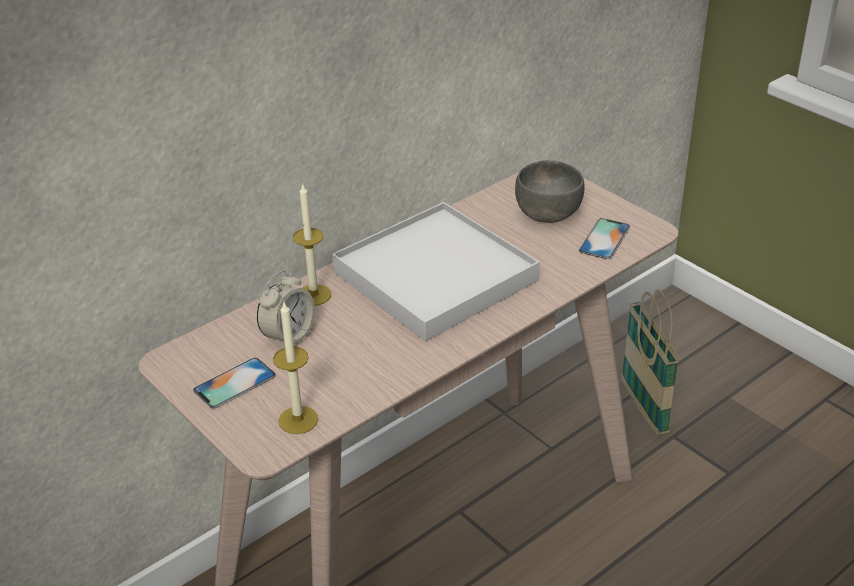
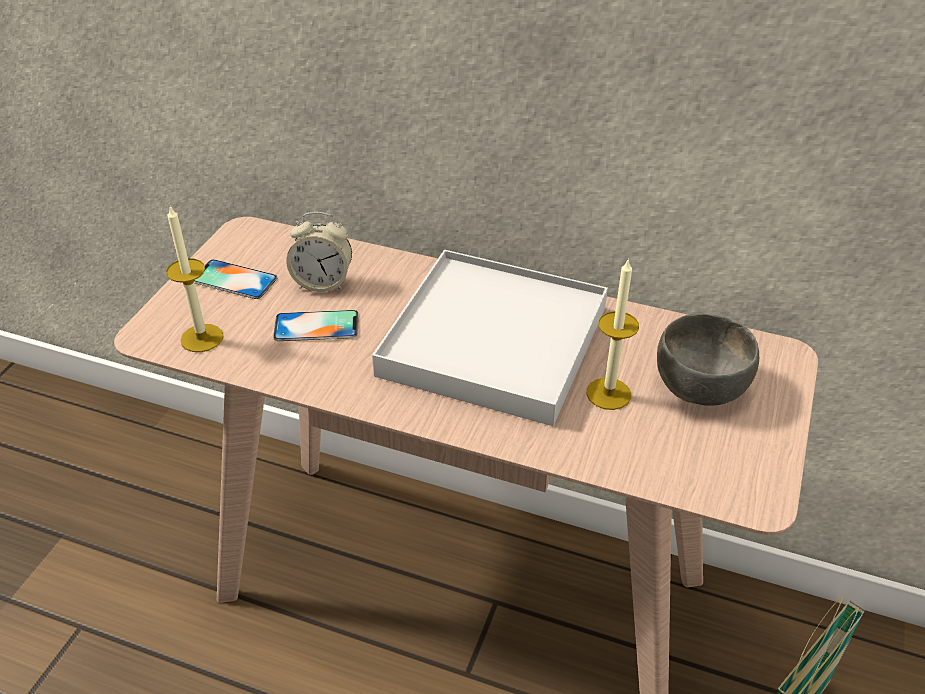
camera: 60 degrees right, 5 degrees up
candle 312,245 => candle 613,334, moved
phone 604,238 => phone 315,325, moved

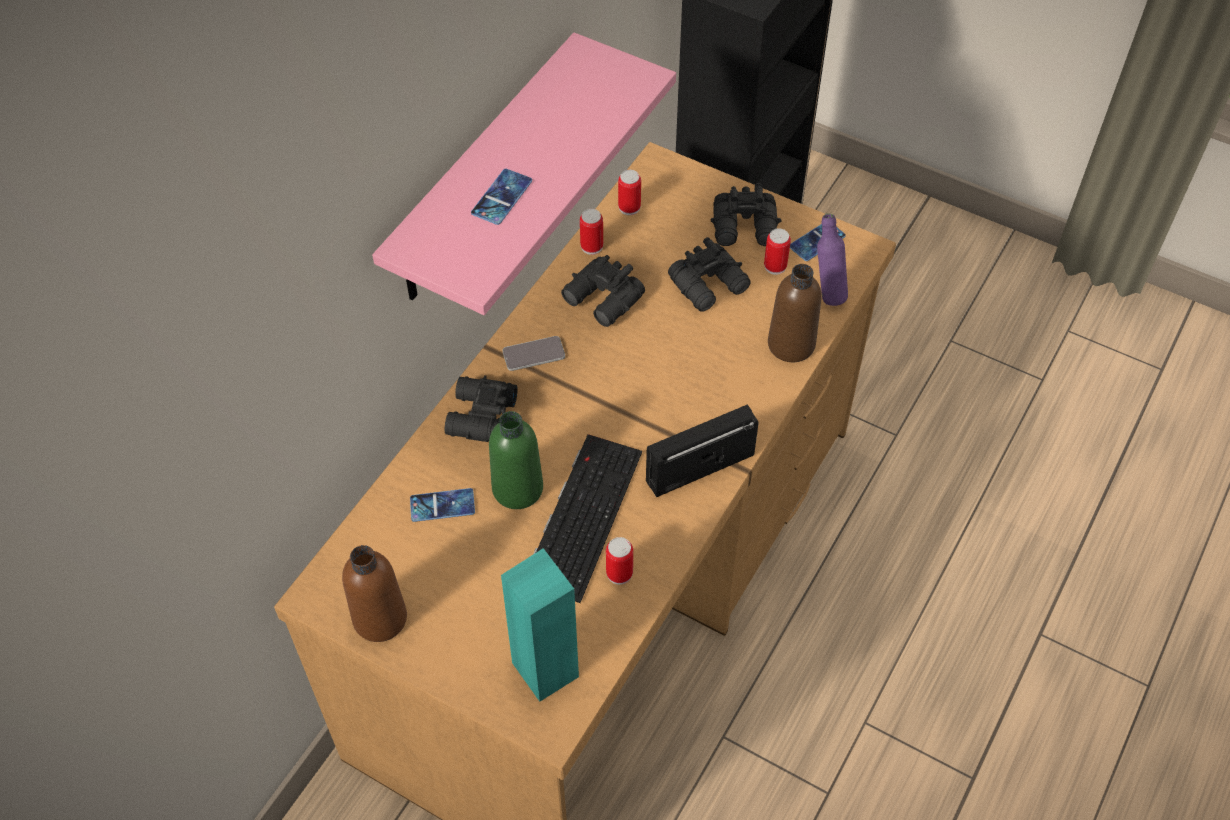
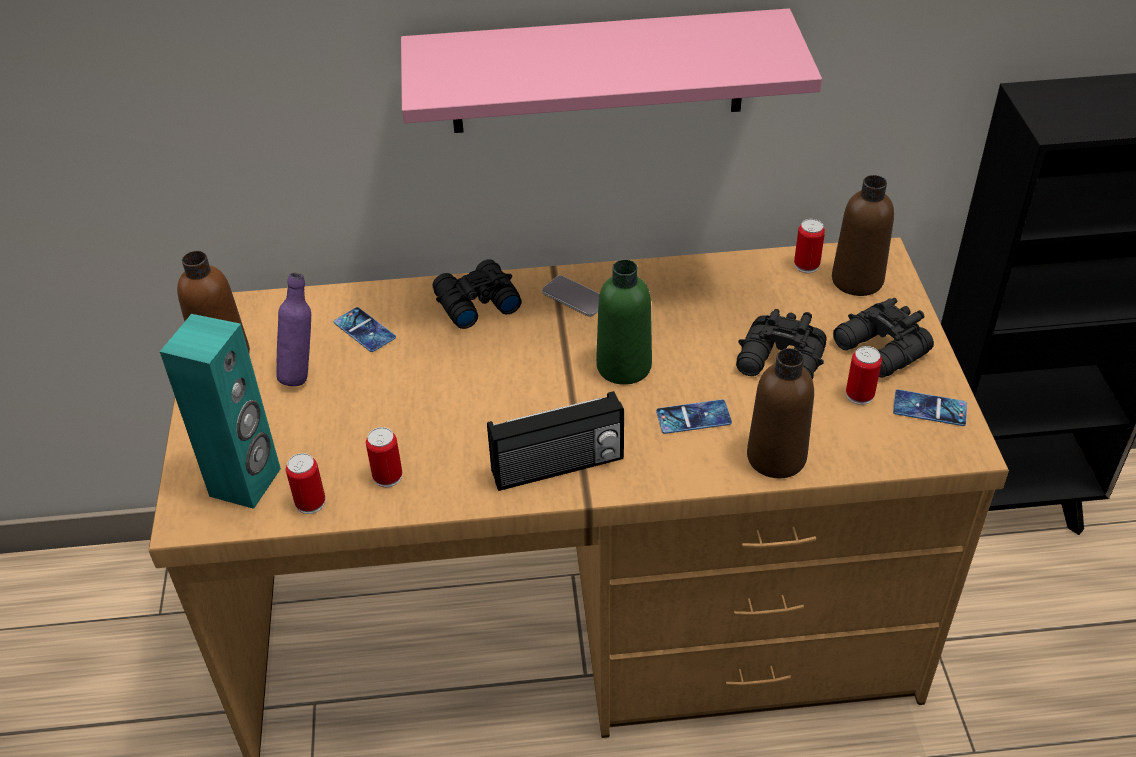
camera: 55 degrees right, 10 degrees down
phone 501,197 => phone 694,416, moved
can 591,232 => can 305,483, moved
purple bottle 832,259 => purple bottle 293,329, moved
black binoculars 603,291 => nothing
radio 702,450 => radio 555,441, 135 degrees clockwise
green bottle 516,460 => green bottle 624,322, moved
keyboard 587,518 => nothing
nothing => brown bottle 863,235

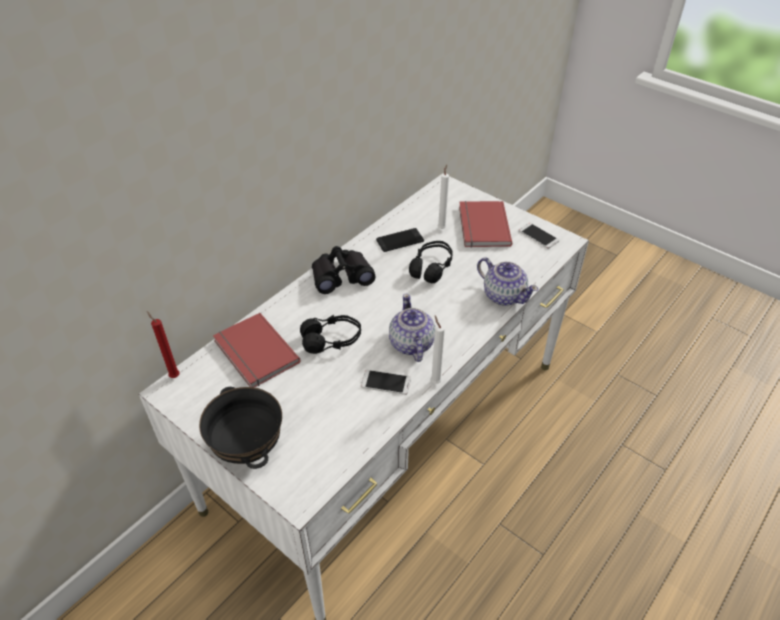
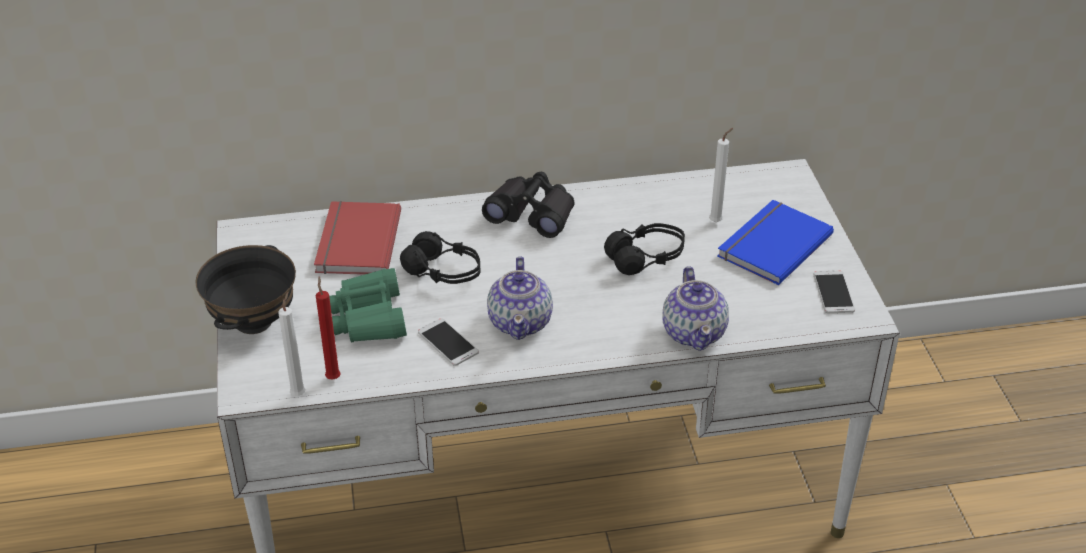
camera: 40 degrees right, 5 degrees down
red book 485,224 => blue book 775,242
phone 400,240 => nothing
teapot 412,328 => teapot 520,298, 150 degrees clockwise
red candle 163,344 => red candle 328,327, moved
white candle 438,349 => white candle 291,344, moved
nothing => green binoculars 368,305

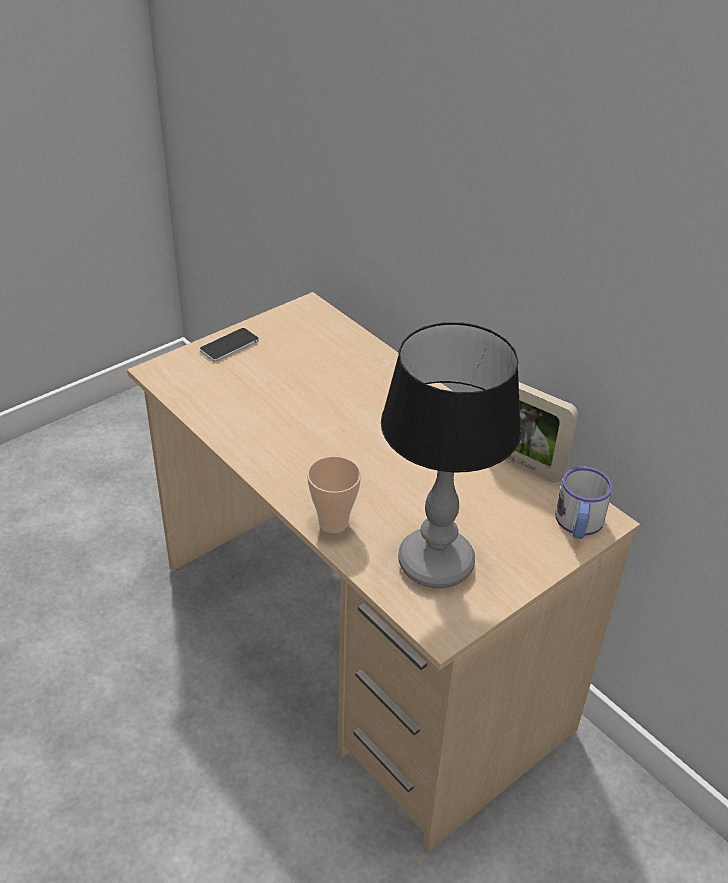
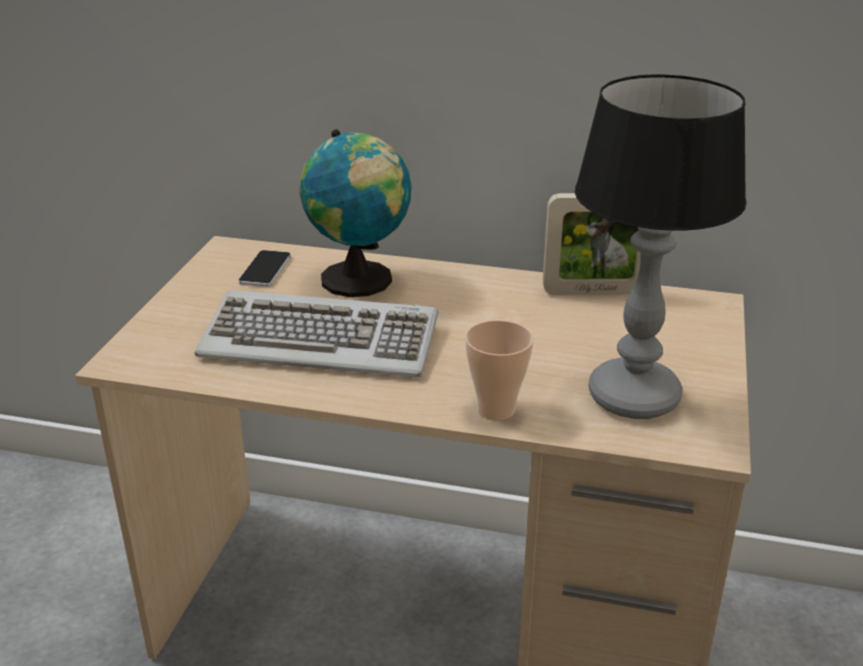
camera: 35 degrees left, 10 degrees down
phone 229,345 => phone 265,268, moved
mug 584,502 => nothing
nothing => globe 356,213
nothing => keyboard 316,333

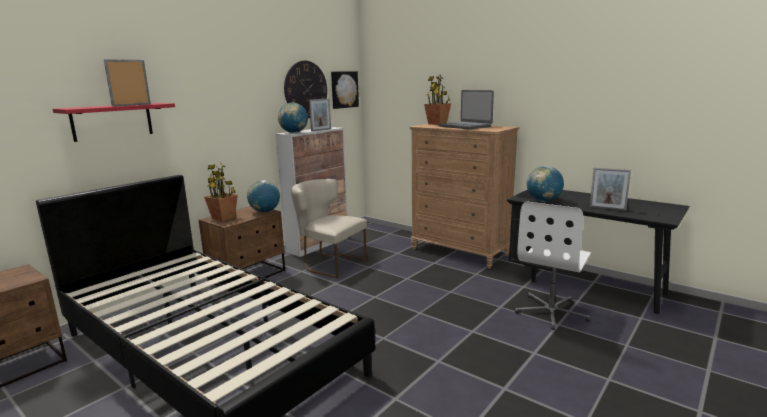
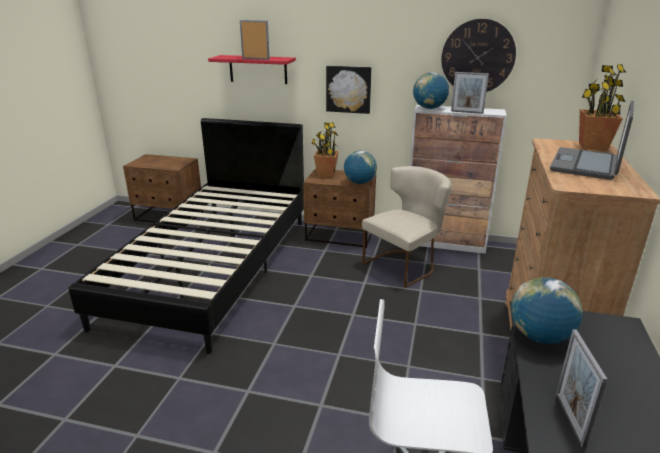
camera: 65 degrees right, 10 degrees up
picture 345,90 => picture 349,90, moved
beige chair 329,228 => beige chair 407,227, 45 degrees clockwise

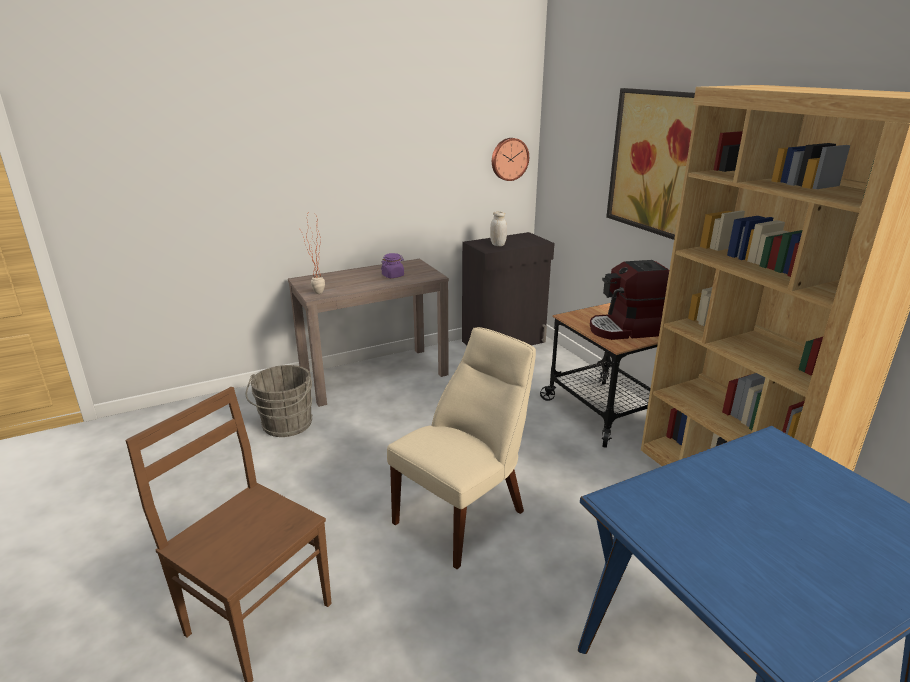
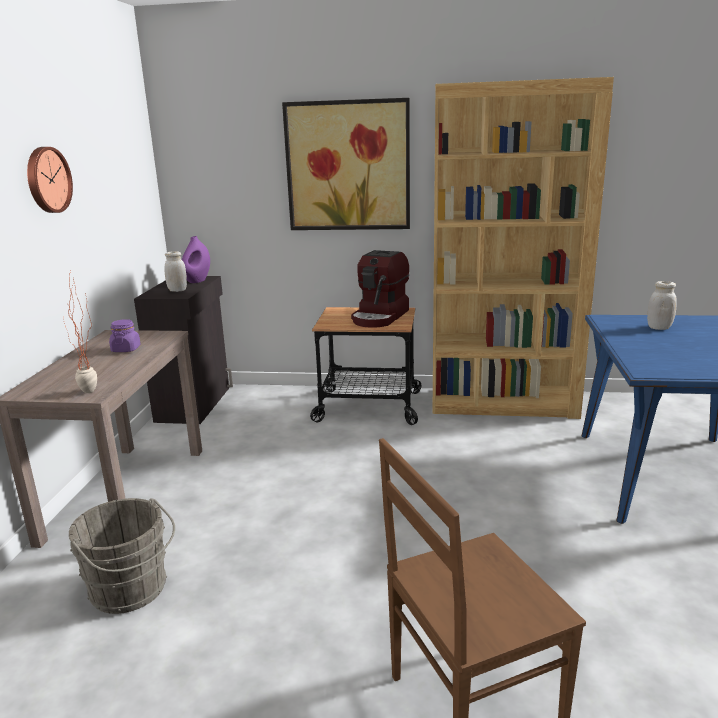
camera: 55 degrees left, 5 degrees down
wall clock 510,159 => wall clock 50,180, moved
beige chair 461,448 => nothing
nothing => purple vase 196,259
nothing => white jar 662,305

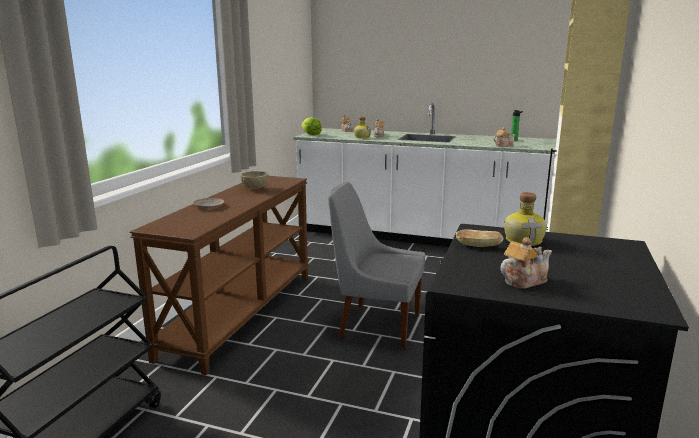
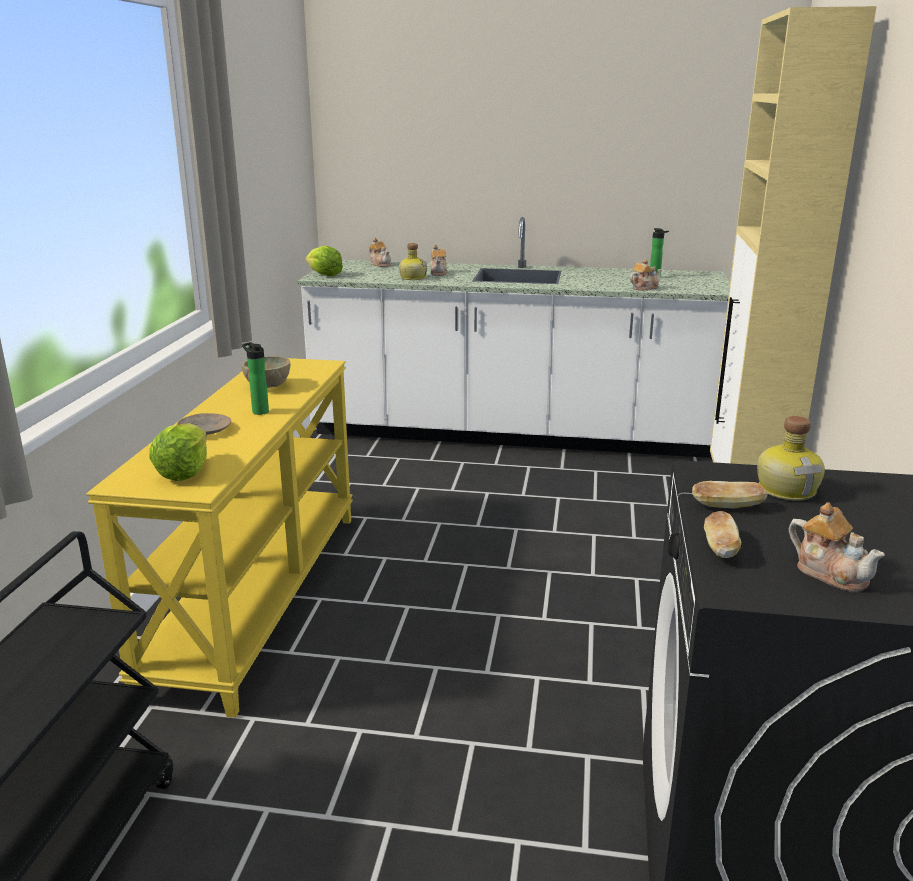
camera: 10 degrees left, 5 degrees up
brown console table 219,275 => yellow console table 219,538
grey chair 376,265 => nothing
teapot 526,263 => teapot 837,547, 90 degrees clockwise
nothing => bottle 255,378
nothing => lettuce 178,452
nothing => bread 722,534

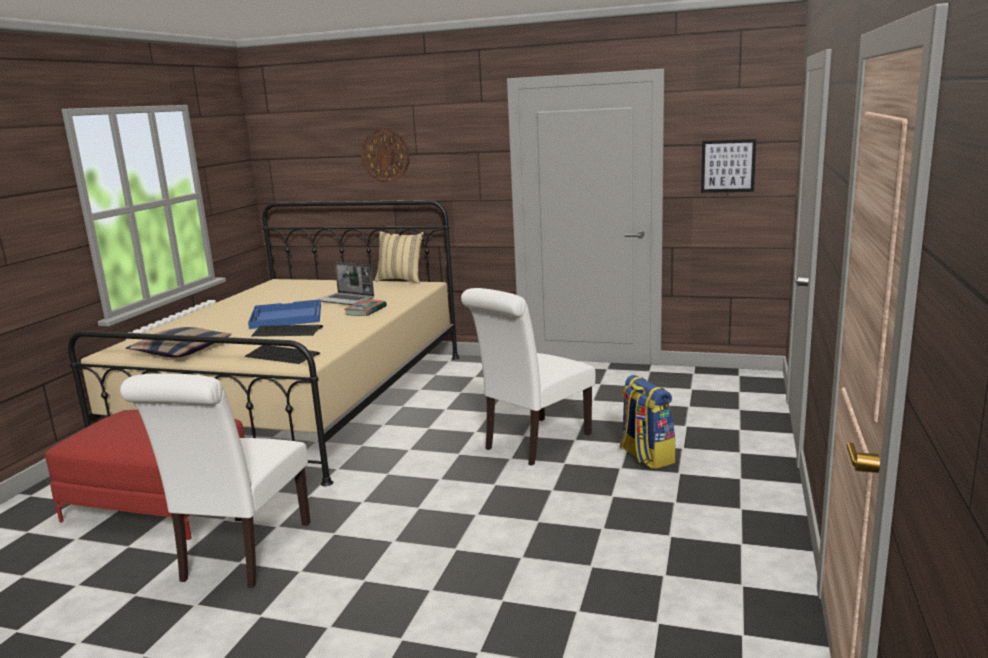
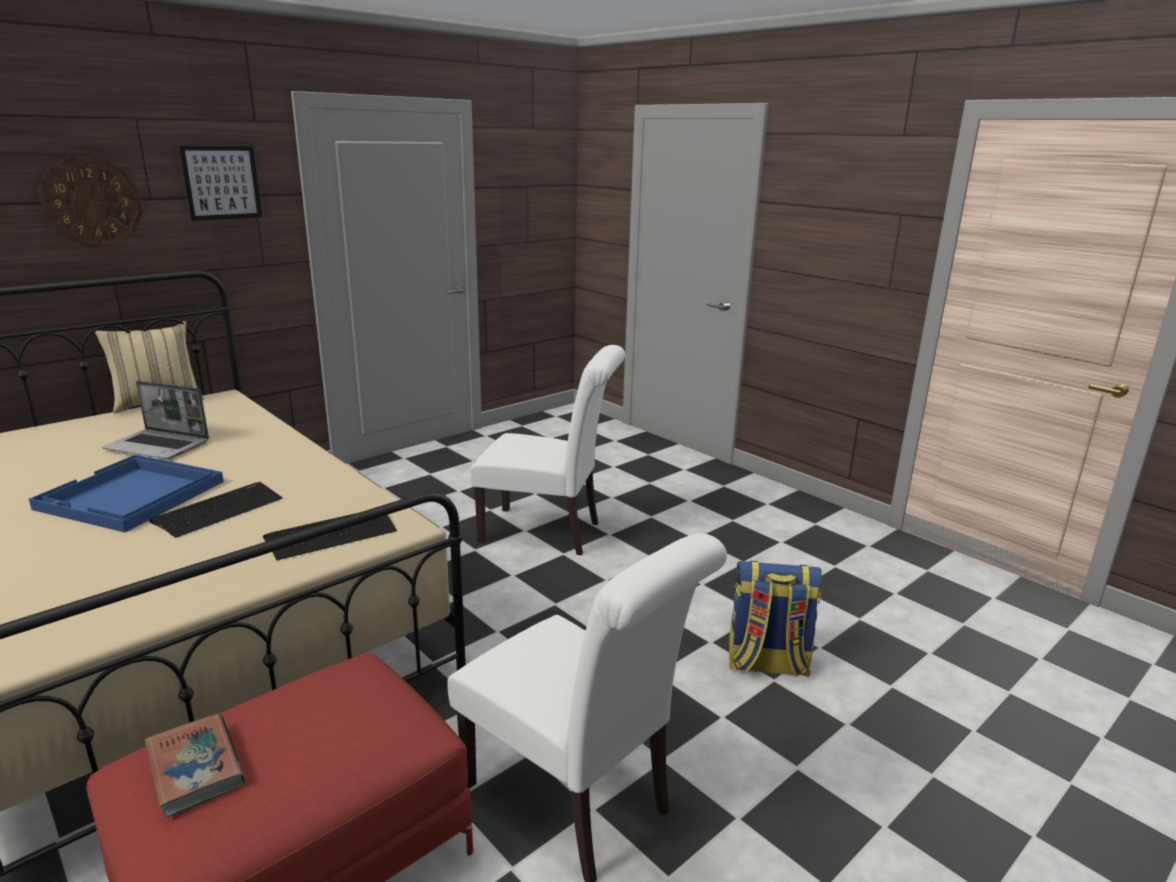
camera: 60 degrees left, 5 degrees up
picture 728,166 => picture 220,183, moved
laptop 345,283 => laptop 155,420, 45 degrees clockwise
white chair 528,377 => white chair 547,450, 60 degrees counterclockwise
book 365,307 => book 195,766, moved
pillow 179,342 => nothing
backpack 648,422 => backpack 775,619, moved

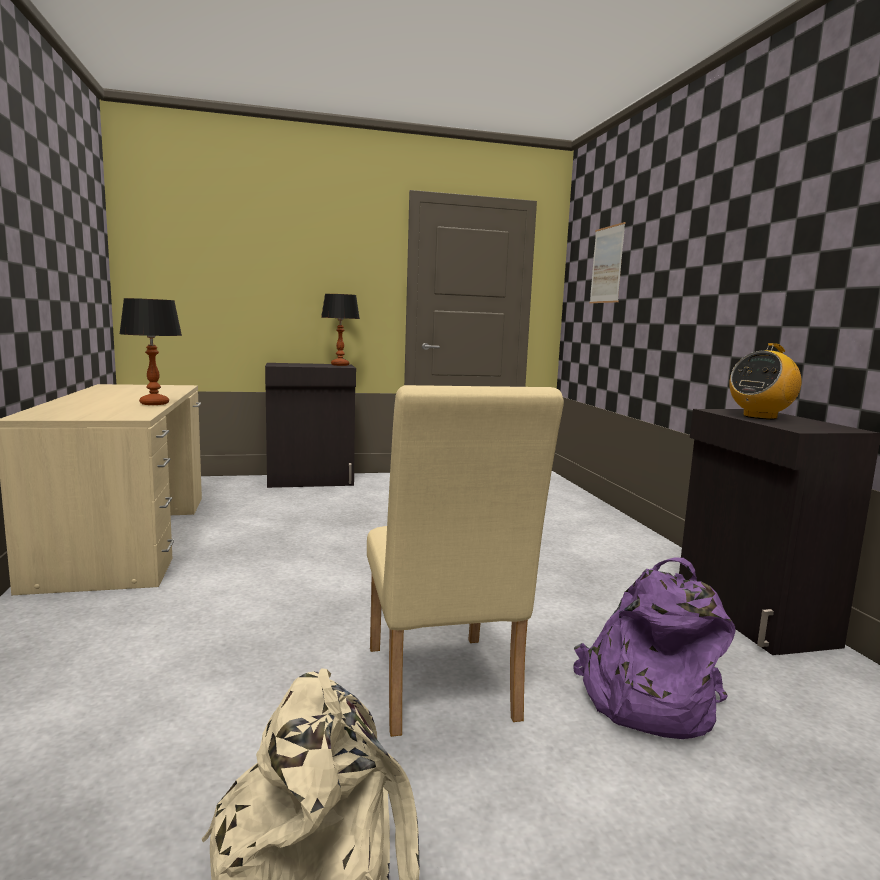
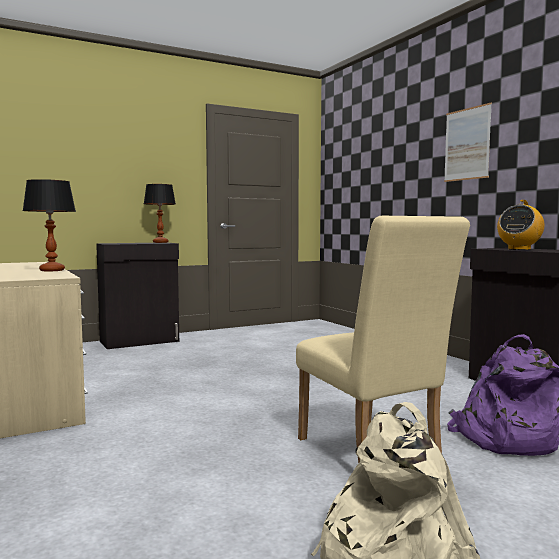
camera: 15 degrees left, 5 degrees down
picture 608,262 => picture 468,142, moved

